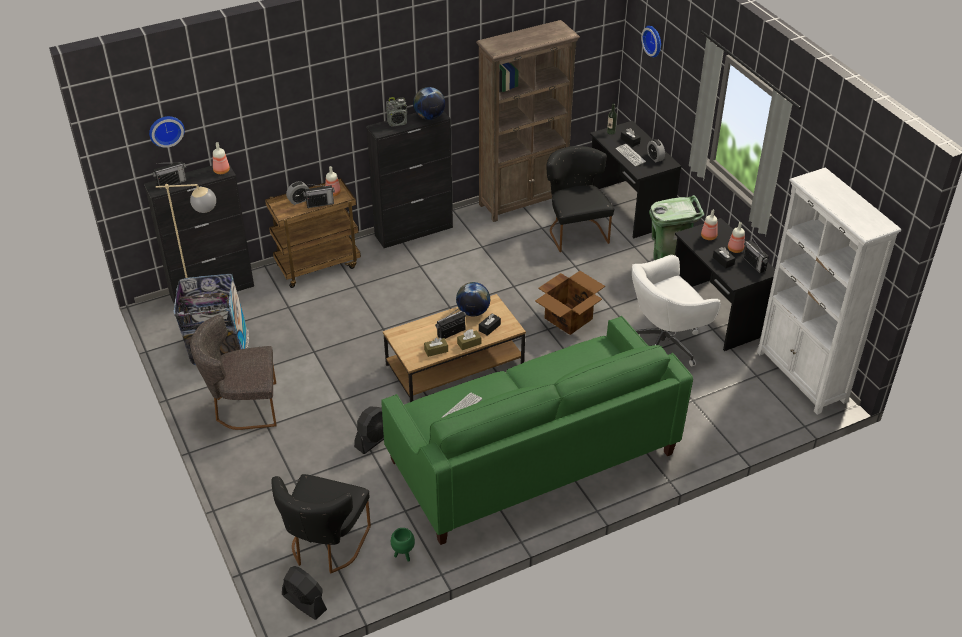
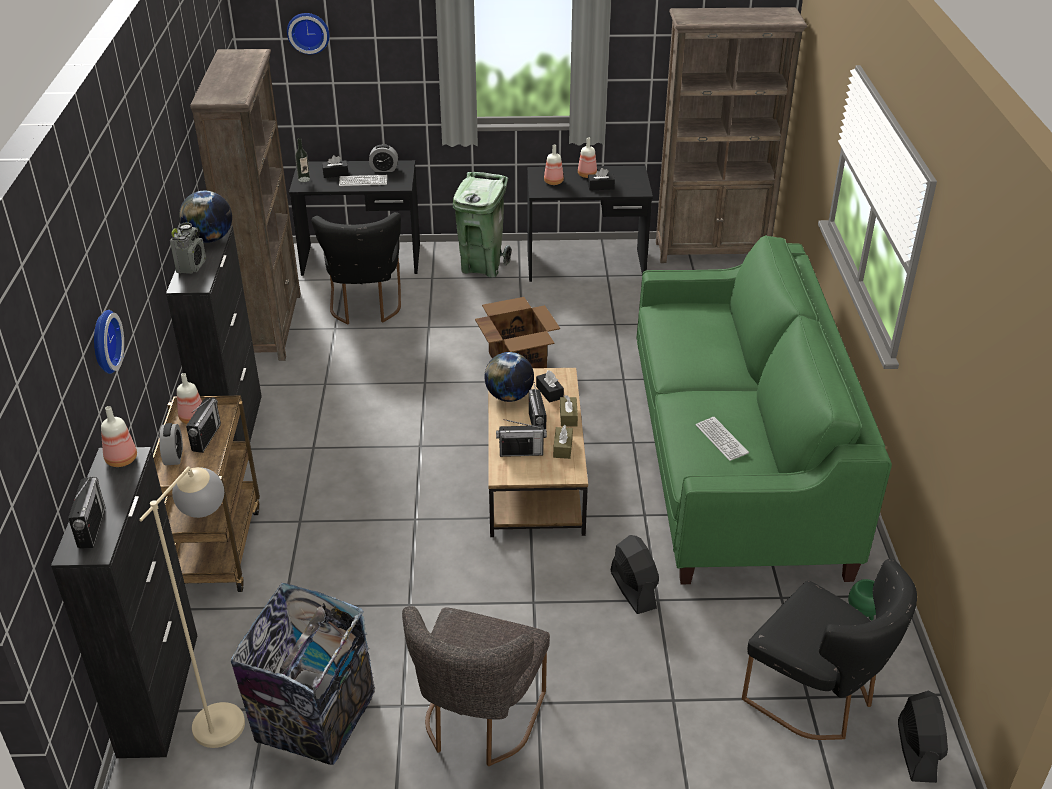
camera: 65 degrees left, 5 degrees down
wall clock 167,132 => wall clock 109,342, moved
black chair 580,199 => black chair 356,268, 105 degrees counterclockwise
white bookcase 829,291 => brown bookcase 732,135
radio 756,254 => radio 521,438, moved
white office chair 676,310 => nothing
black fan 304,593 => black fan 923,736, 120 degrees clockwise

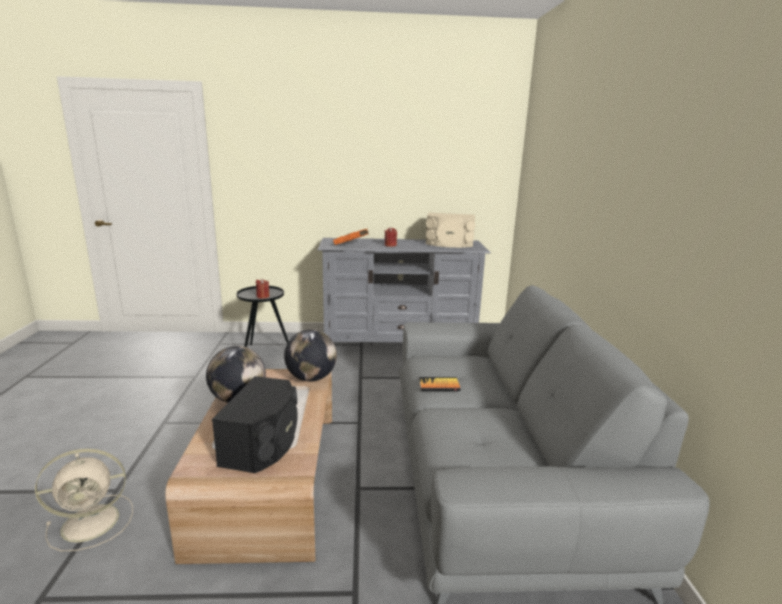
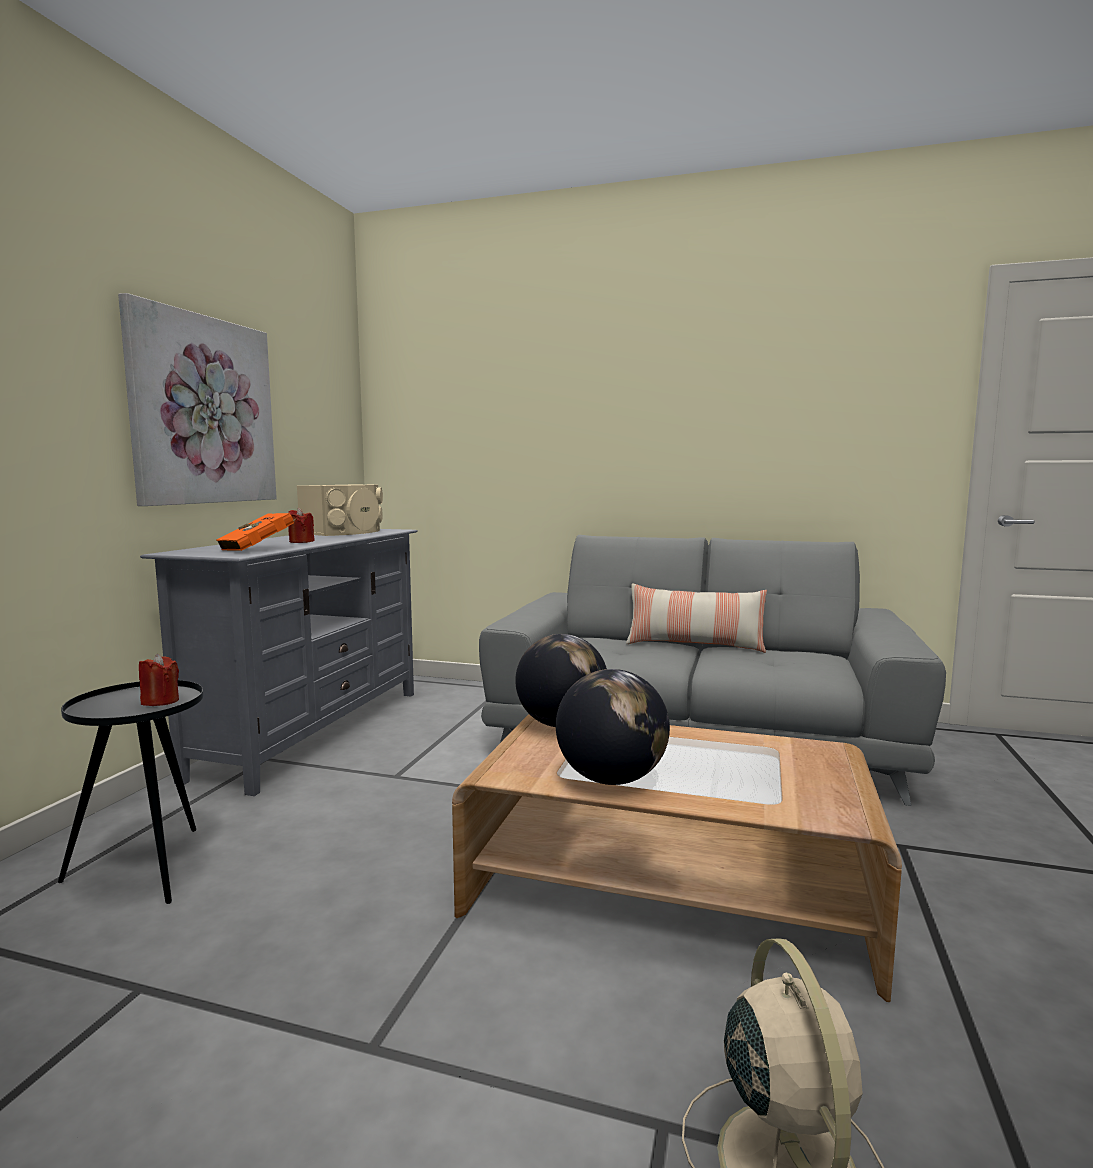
camera: 70 degrees left, 10 degrees down
black speaker 255,424 => nothing
book 440,384 => nothing
nothing => picture 197,399
nothing => pillow 696,618

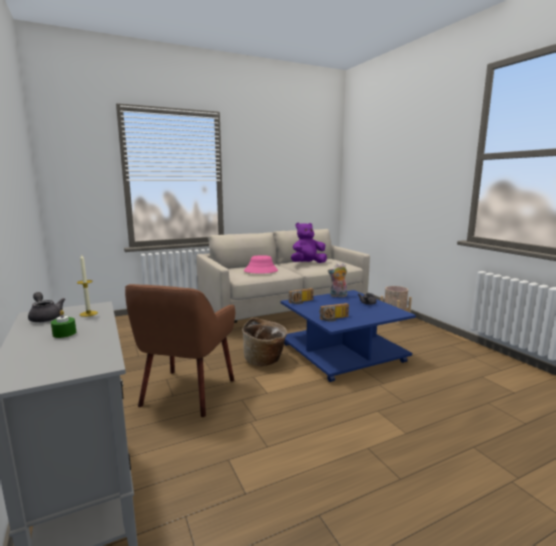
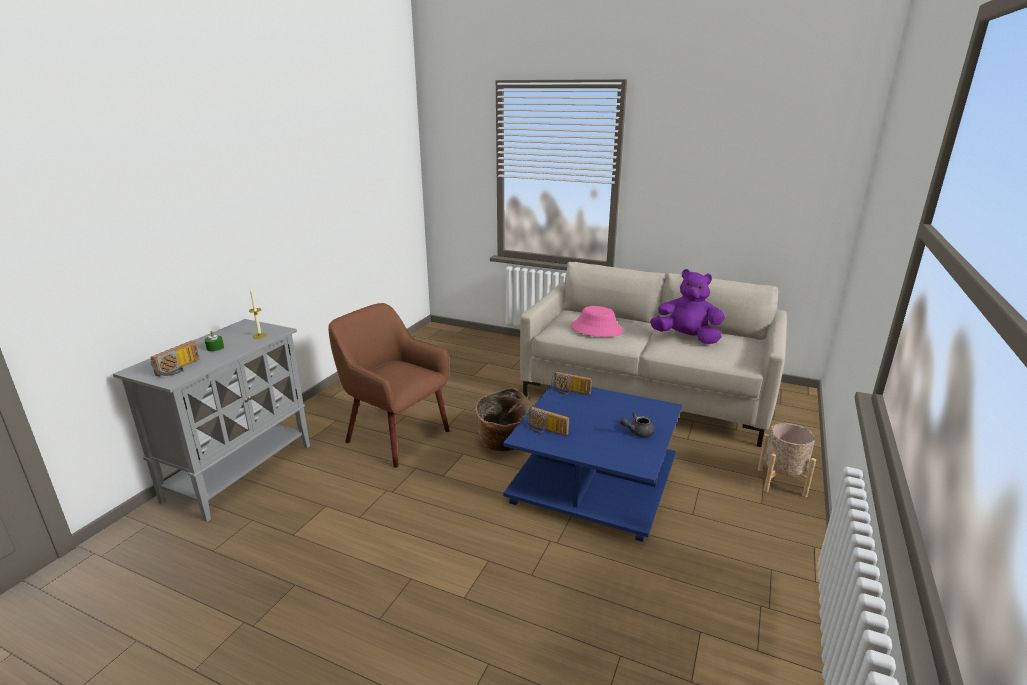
camera: 50 degrees right, 10 degrees up
plush toy 338,280 => nothing
brown armchair 180,350 => brown armchair 389,385, 60 degrees clockwise
grey teapot 46,307 => nothing
nothing => radio 175,359

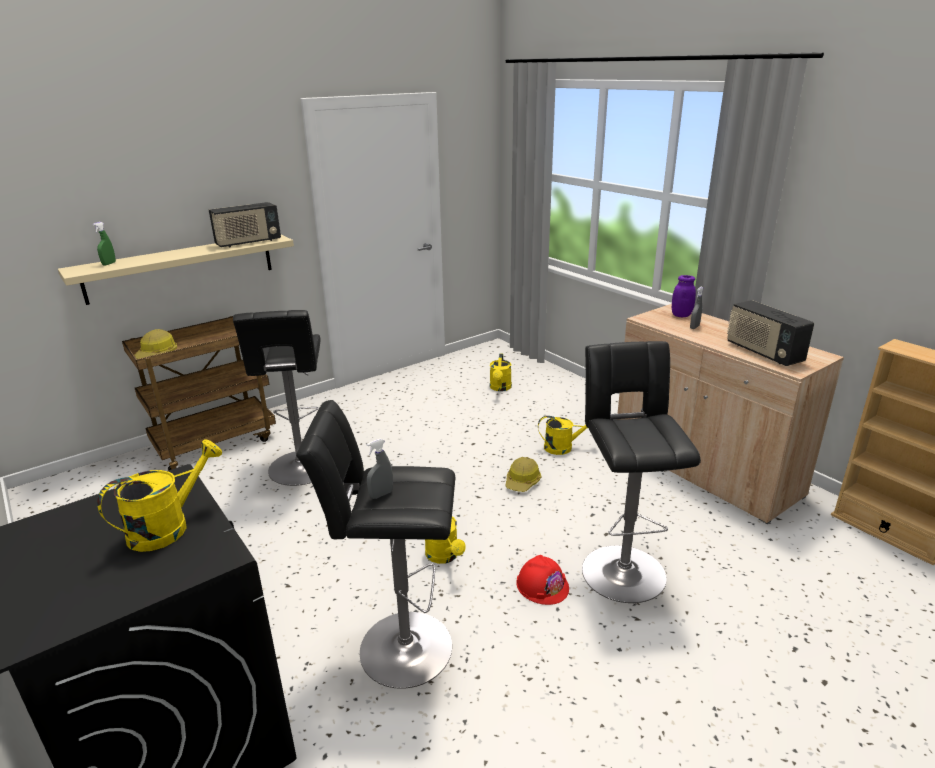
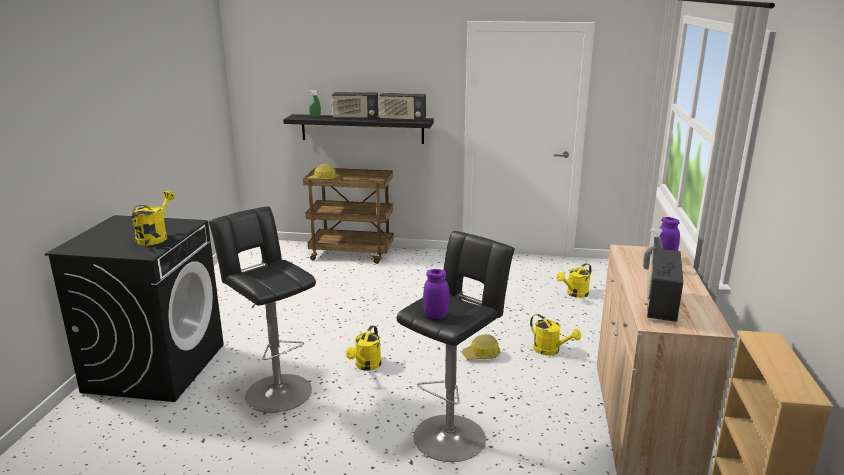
camera: 45 degrees right, 5 degrees down
beige shelf 176,270 => black shelf 358,129
black stool 277,398 => nothing
yellow watering can 159,495 => yellow watering can 153,218, 75 degrees counterclockwise
grey spray bottle 379,469 => nothing
red hard hat 542,580 => nothing
nothing => radio 355,106
nothing => purple jar 436,294

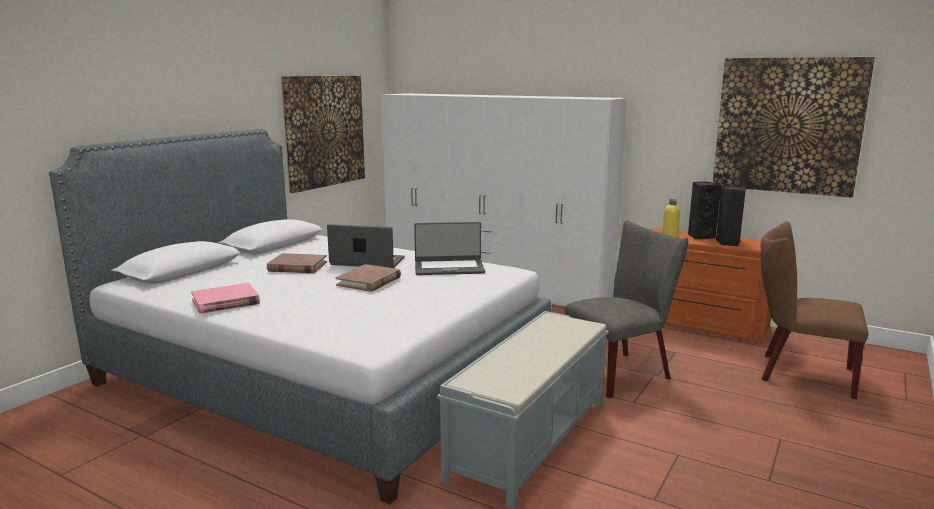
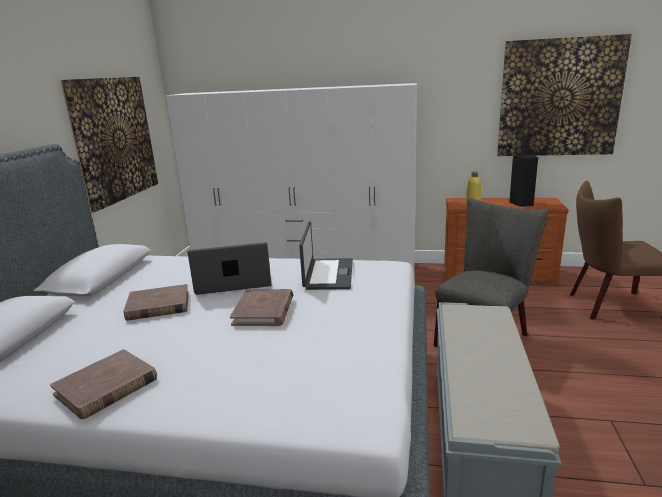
camera: 20 degrees left, 5 degrees up
black speaker 704,211 => nothing
laptop 449,248 => laptop 326,255, 60 degrees counterclockwise
pink book 225,298 => brown book 103,384

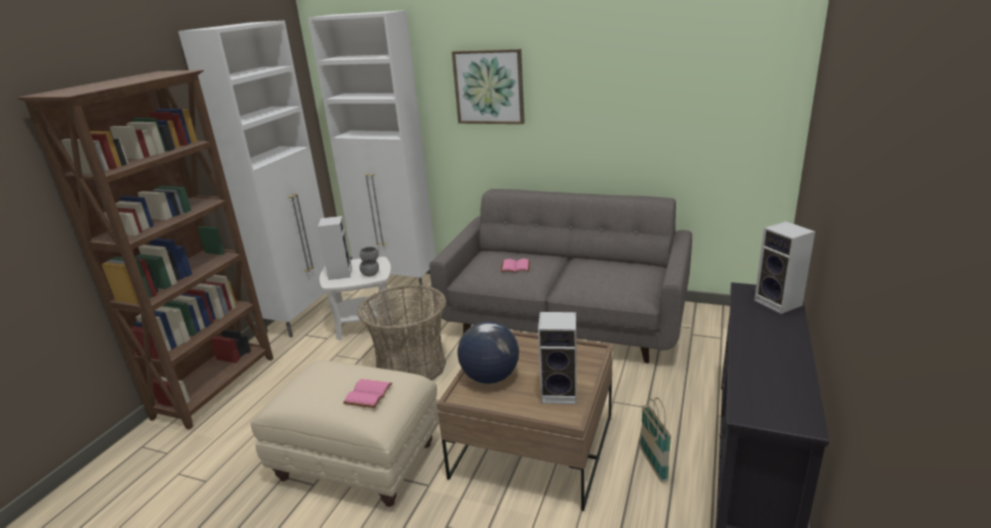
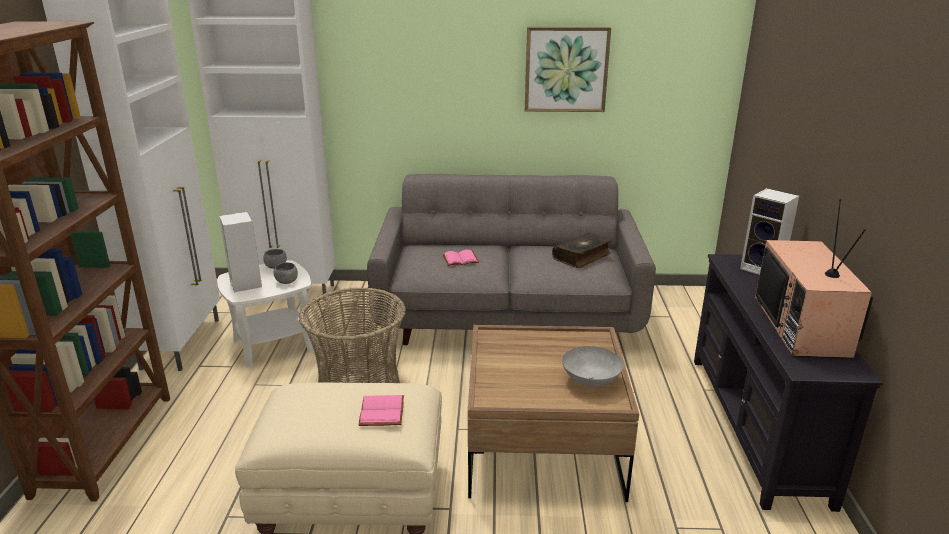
camera: 20 degrees left, 0 degrees up
picture 488,86 => picture 568,69, moved
speaker 557,358 => grey bowl 593,366
globe 488,352 => nothing
basket 655,439 => nothing
nothing => television 814,278
nothing => book 582,250

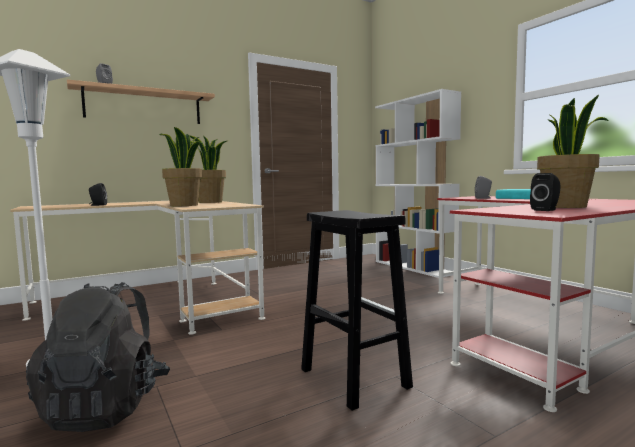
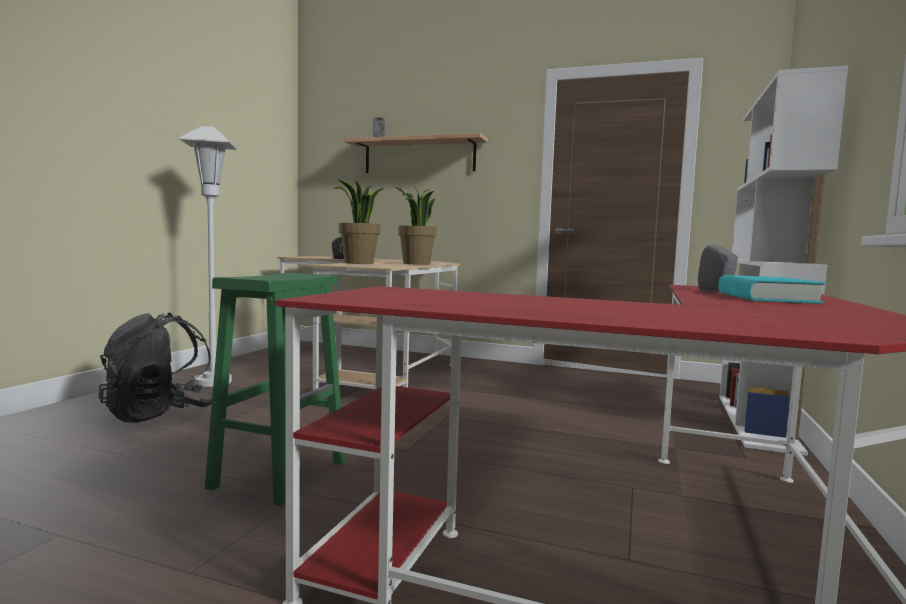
camera: 50 degrees right, 0 degrees up
potted plant 573,151 => nothing
black speaker 545,192 => nothing
black stool 357,310 => green stool 275,389

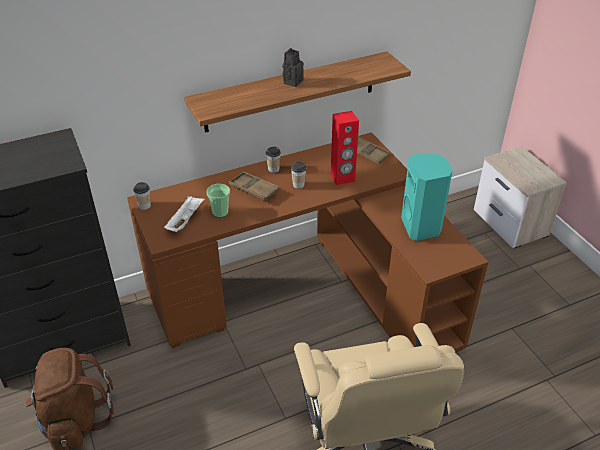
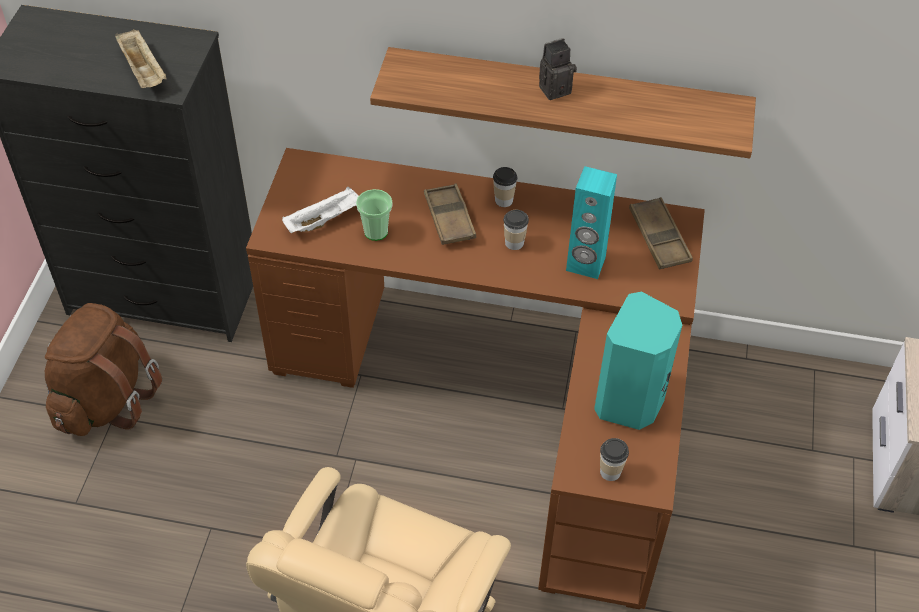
camera: 35 degrees right, 10 degrees up
red speaker 345,148 => turquoise speaker 591,222
cup 142,196 => cup 614,459, moved
nothing => beige tray 141,58

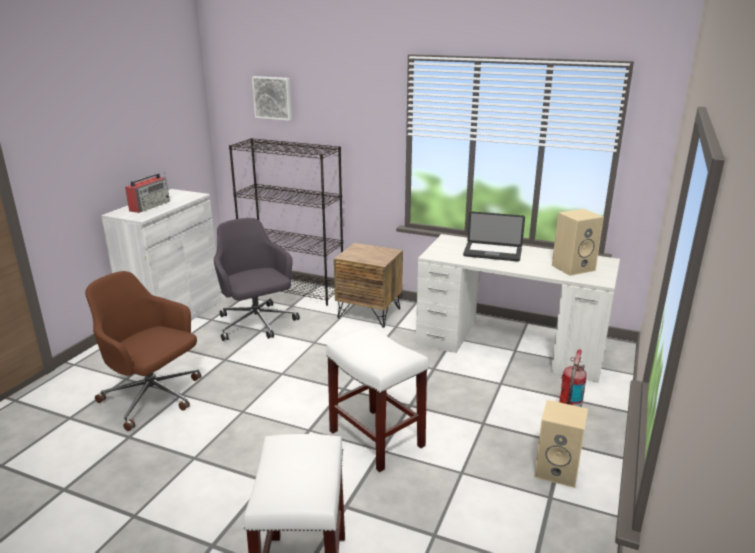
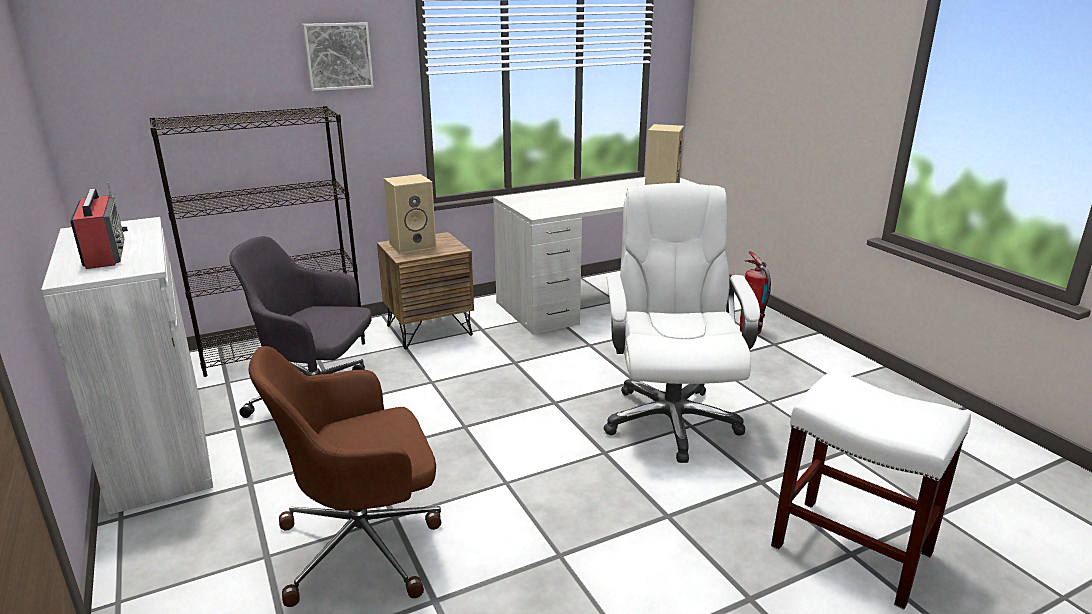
camera: 50 degrees left, 0 degrees up
picture 272,98 => picture 338,56, moved
laptop 494,236 => nothing
white stool 377,399 => white office chair 682,323
beige speaker 561,444 => beige speaker 410,214, moved

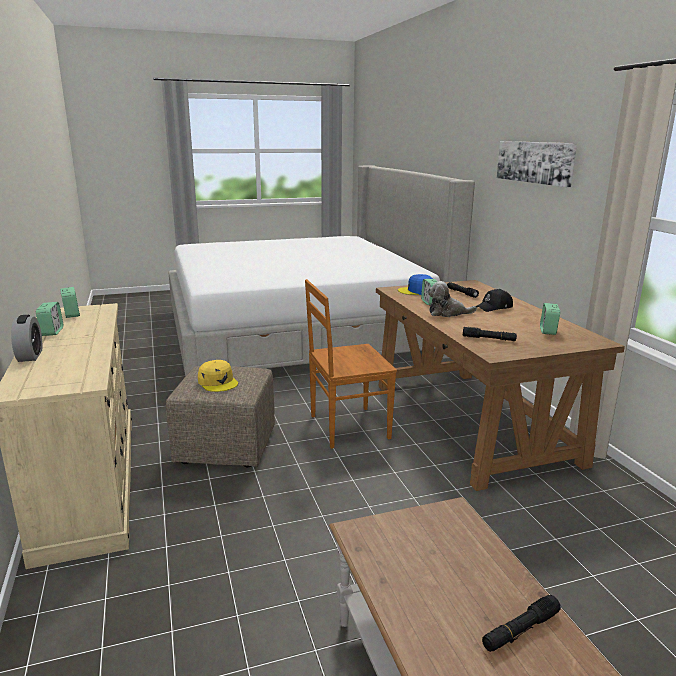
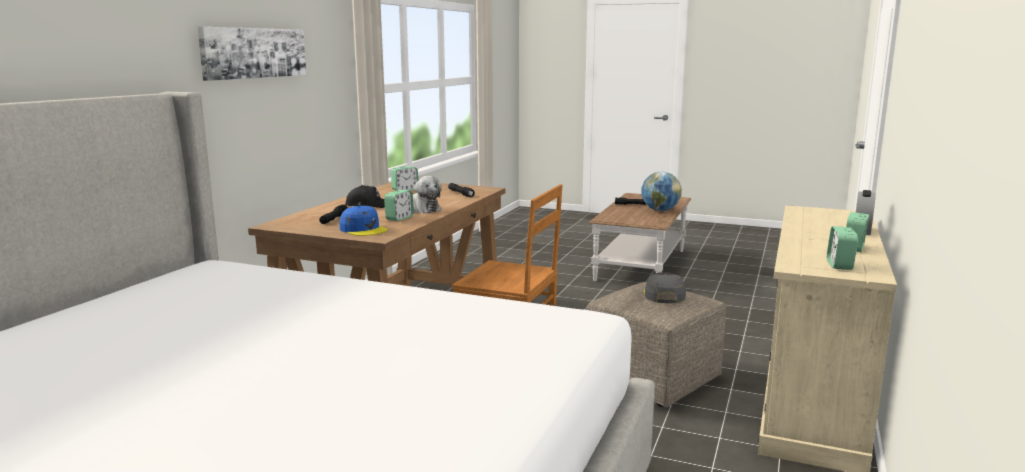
camera: 140 degrees left, 5 degrees down
yellow cap 218,376 => grey cap 665,287
nothing => globe 661,191

